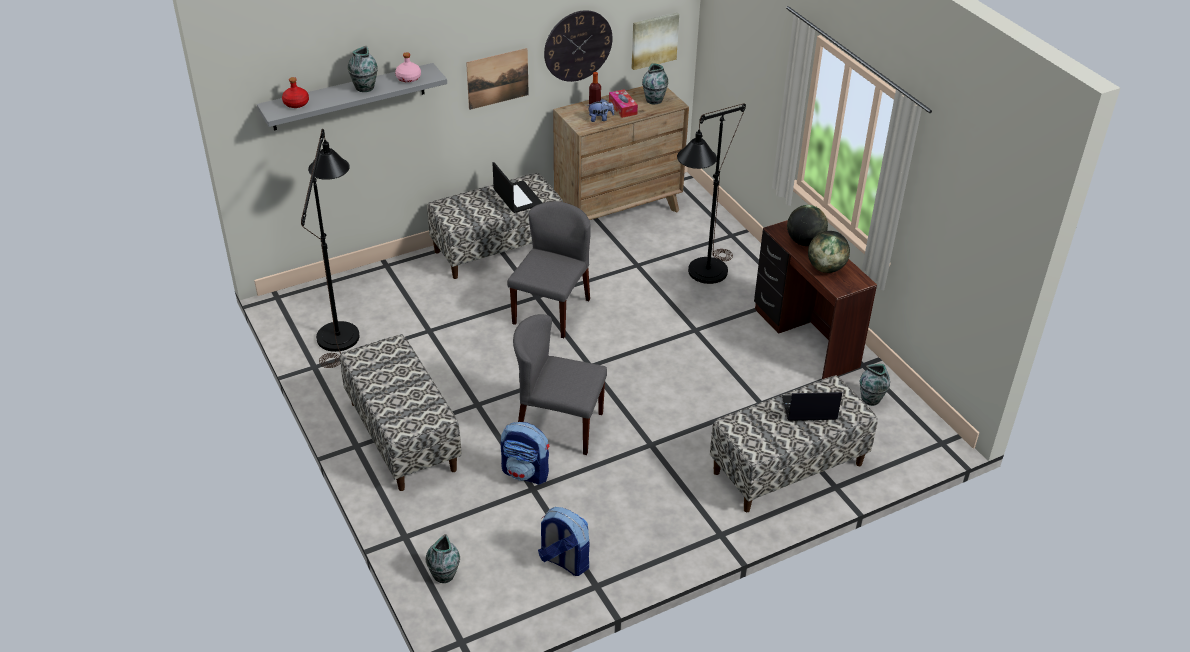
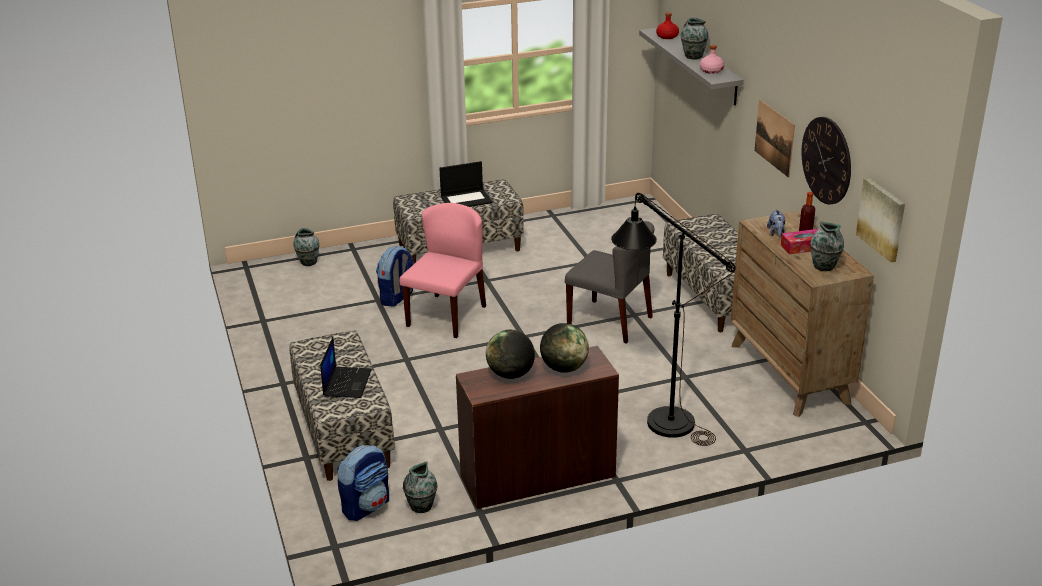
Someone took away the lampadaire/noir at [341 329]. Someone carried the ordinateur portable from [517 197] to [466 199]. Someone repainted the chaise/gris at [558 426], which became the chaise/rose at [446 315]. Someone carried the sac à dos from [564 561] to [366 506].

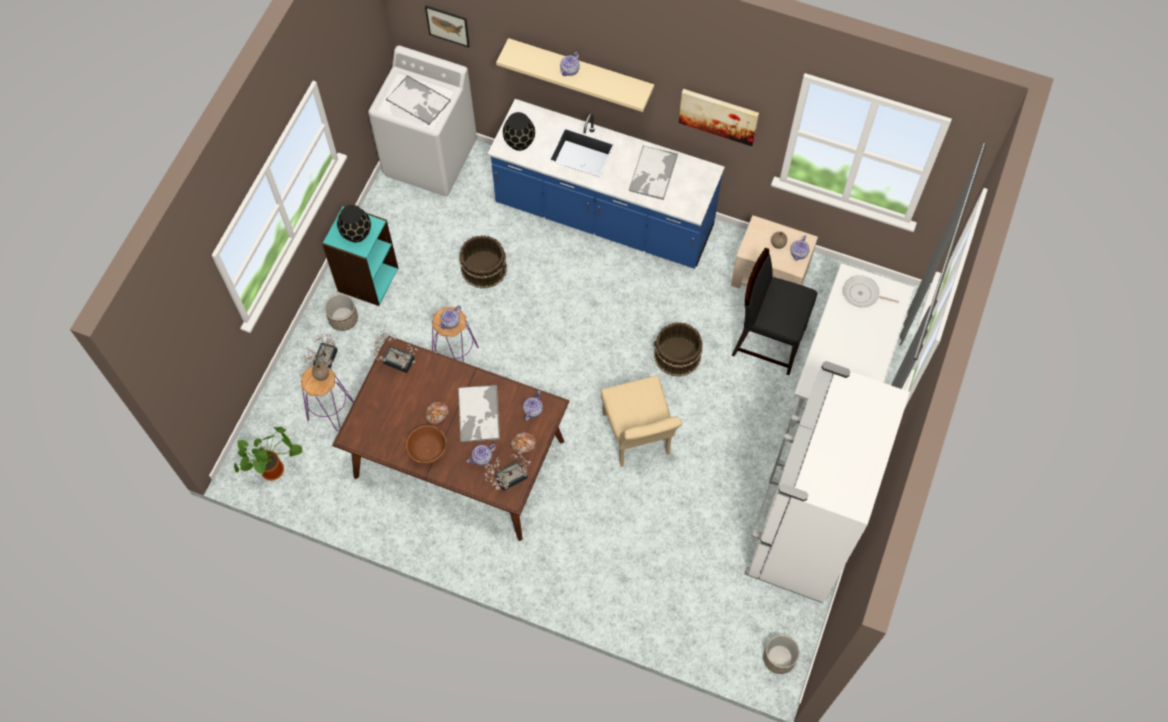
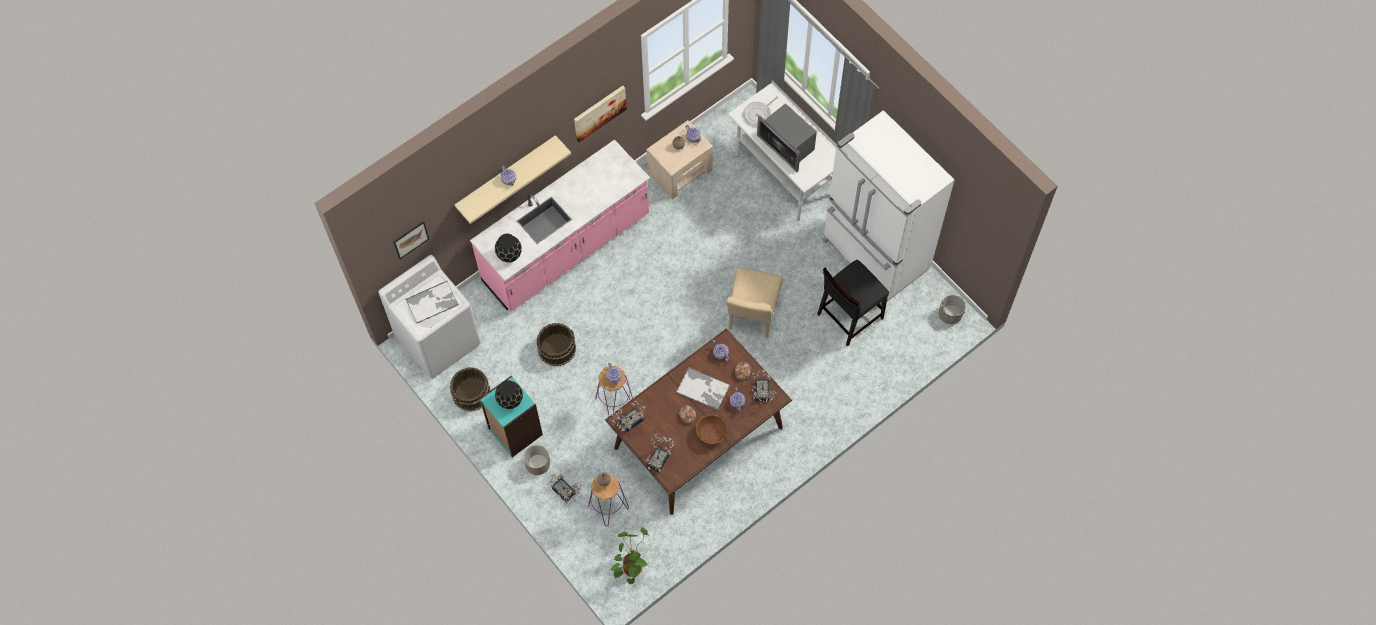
Someone repainted the comptoir de cuisine/bleu at [604 218], which became the comptoir de cuisine/rose at [567 250]. Someone rotated the chaise/beige at [638 439] by 90 degrees clockwise. Someone took away the plateau at [653 173]. Someone carried the seau/marron from [677 356] to [471 394]. Someone carried the chaise/noir from [768 340] to [849 316]. Someone put down the plante en pot at [660 458]. Someone put down the micro-ondes at [787 145].

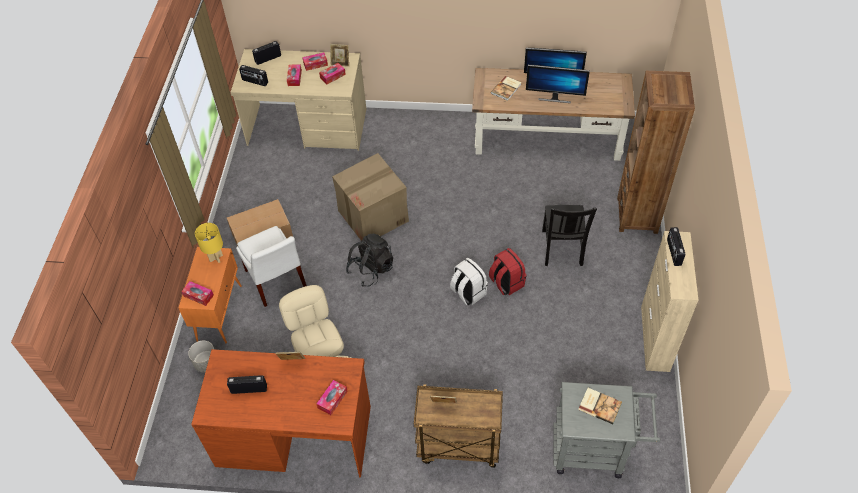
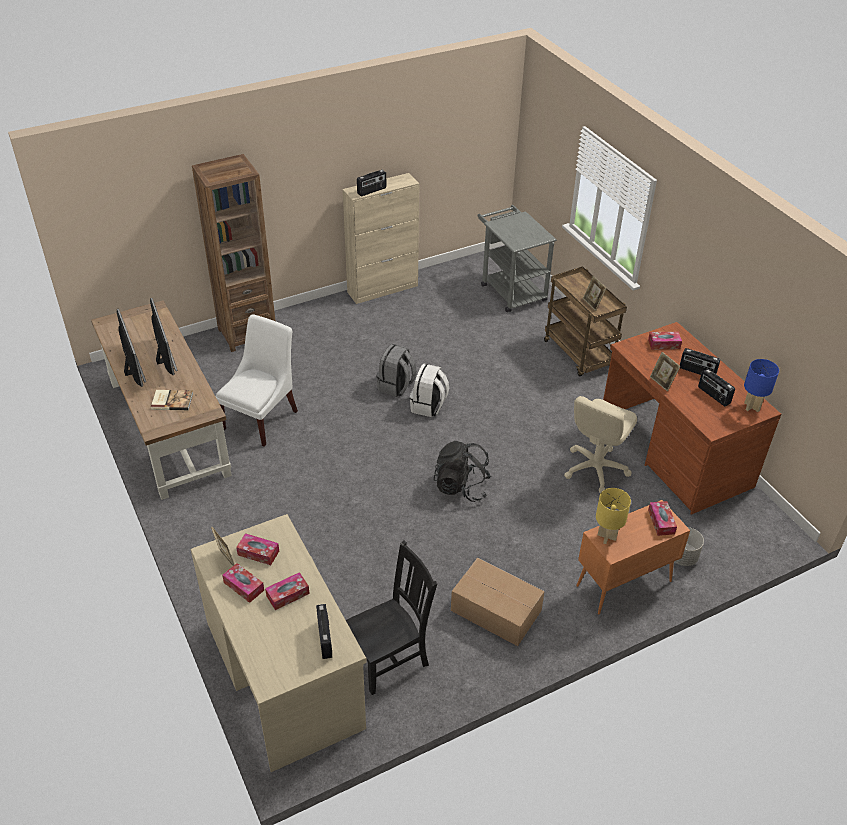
Someone carried the chaise/blanc from [276 281] to [262 418]. Someone carried the radio from [268 58] to [697 371]. Someone took away the carton at [373 215]. Someone repainted the sac à dos/rouge at [506 283], which became the sac à dos/gris at [396 386]. Someone carried the chaise/noir from [562 249] to [390 658]. Someone took away the livre at [599 405]. Someone put down the lampe de table/bleu at [752 407].

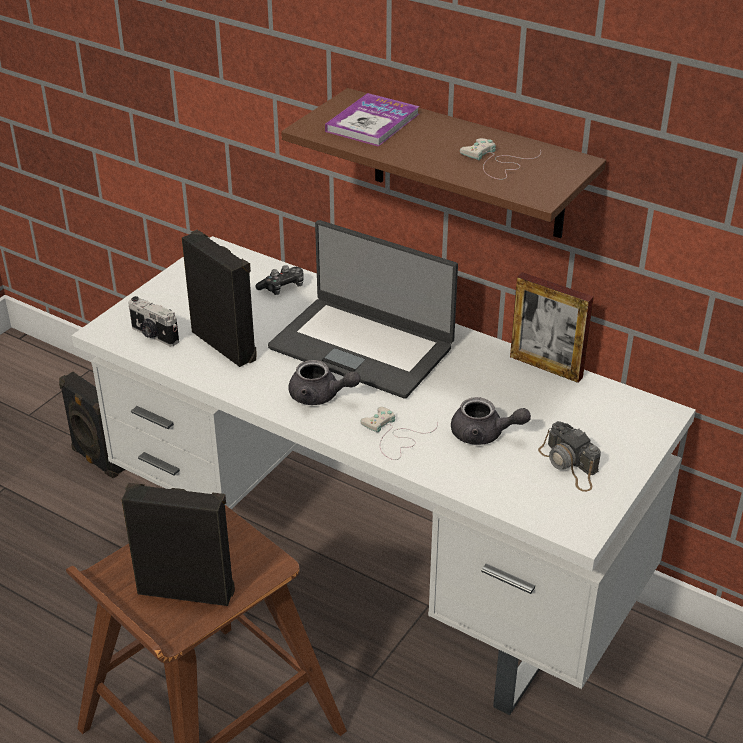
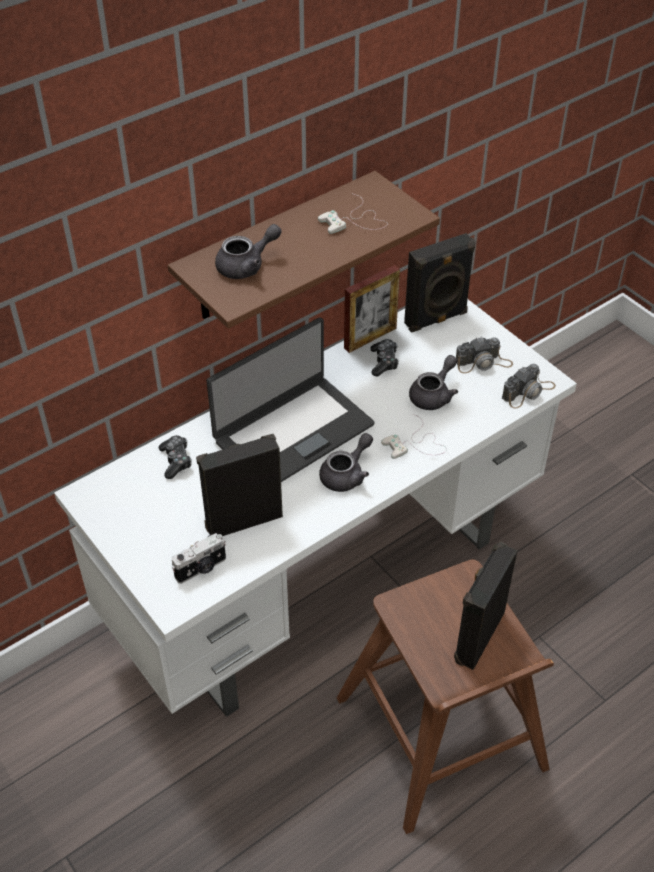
Someone carried the enceinte/noir from [97 460] to [436 319]. Someone swapped the livre at [372 122] for the théière/gris at [247 266]. Someone put down the manette at [384 362]. Someone put down the appareil photo at [528 392].

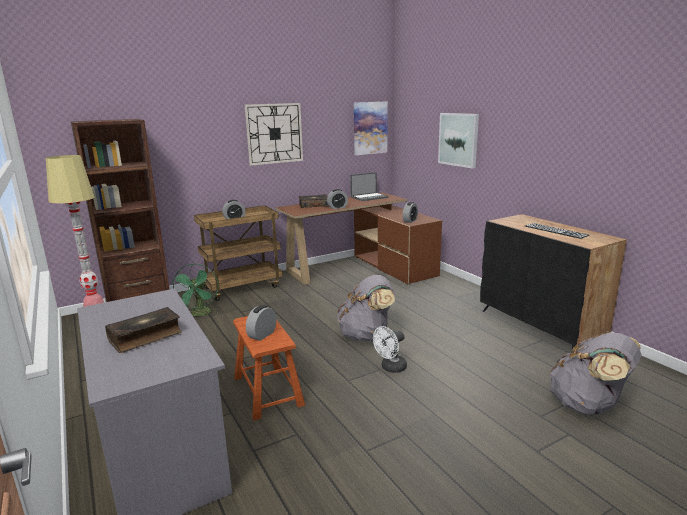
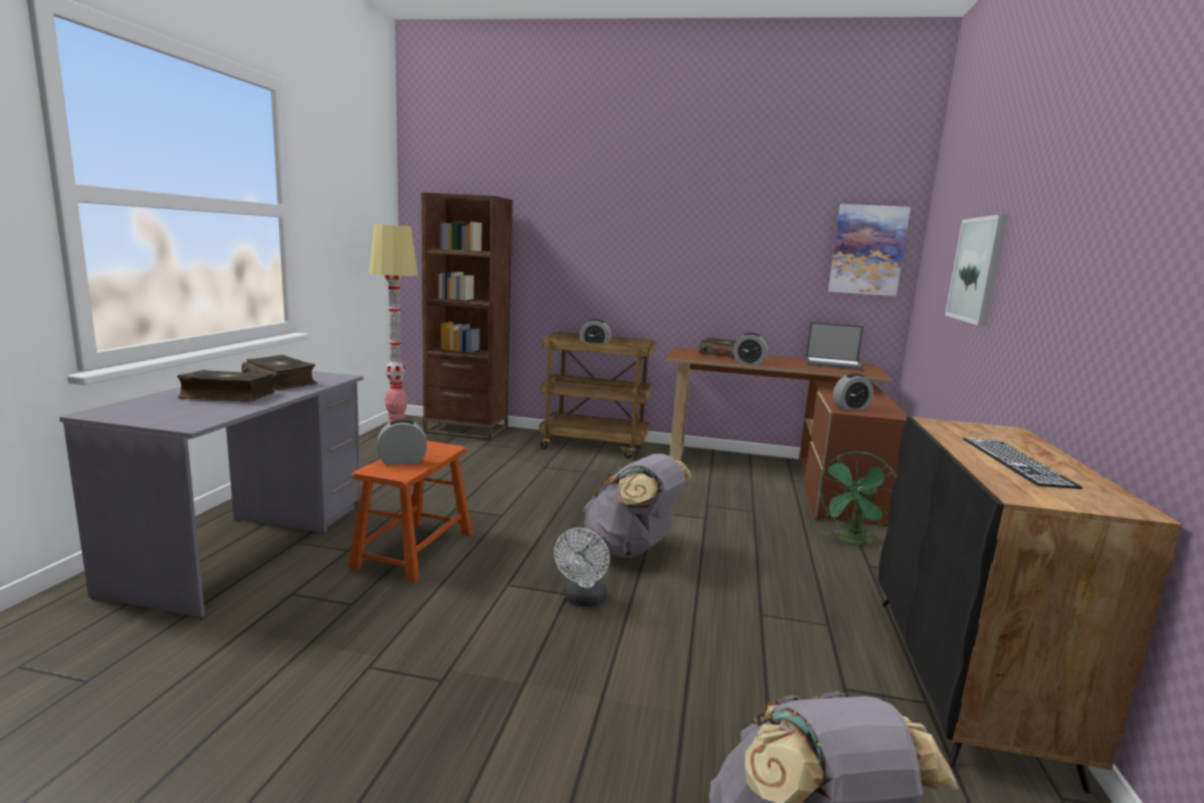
Someone carried the ventilateur/vert from [200 314] to [852 542]. Someone took away the horloge murale at [274 133]. Someone rotated the ventilateur/blanc at [390 368] by 75 degrees counterclockwise. Someone put down the livre at [281 381].

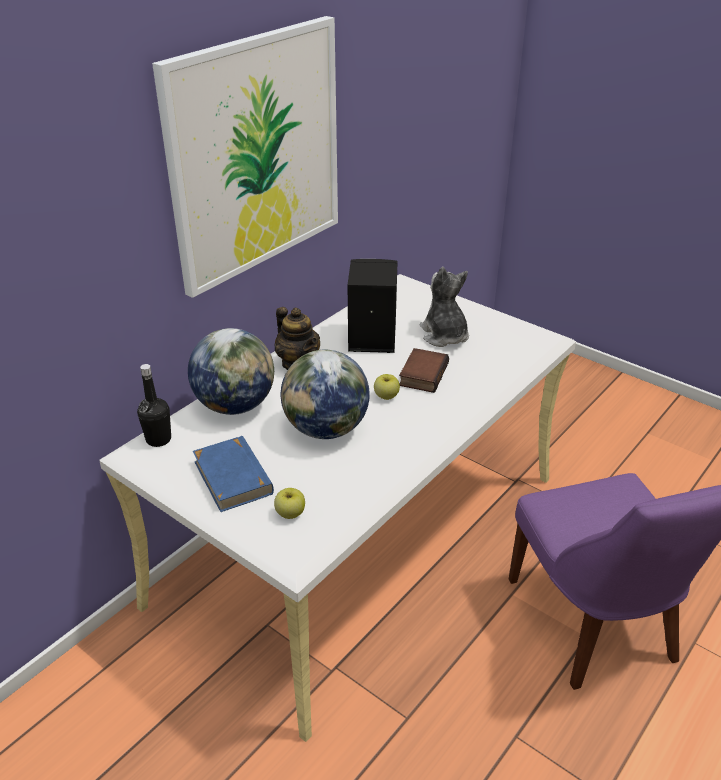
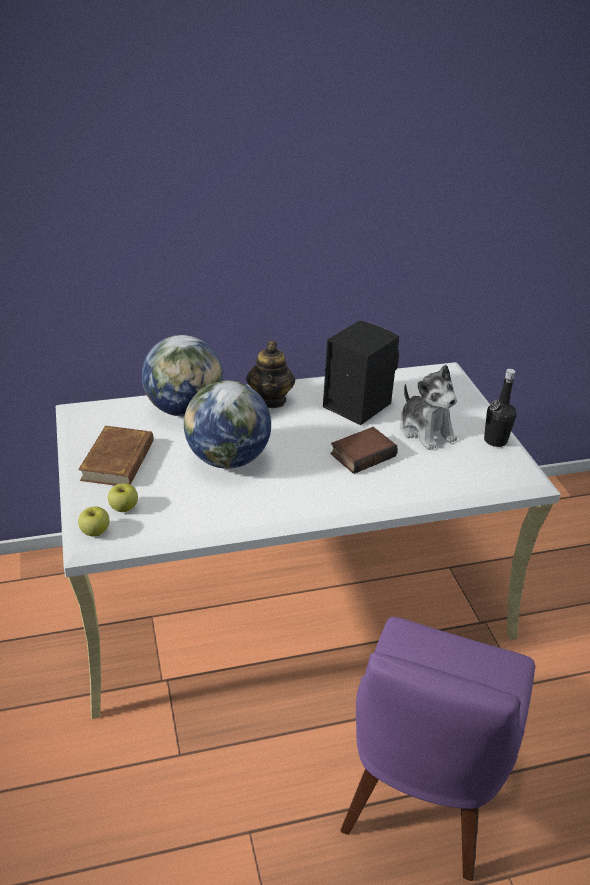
Someone carried the bouteille/noir from [158 439] to [495 440]. Someone took away the tableau at [256 154]. Someone repainted the livre/bleu at [233 477], which became the livre/marron at [118 461]. Someone carried the pomme from [386 396] to [95 531]. Someone rotated the peluche at [444 335] by 135 degrees clockwise.

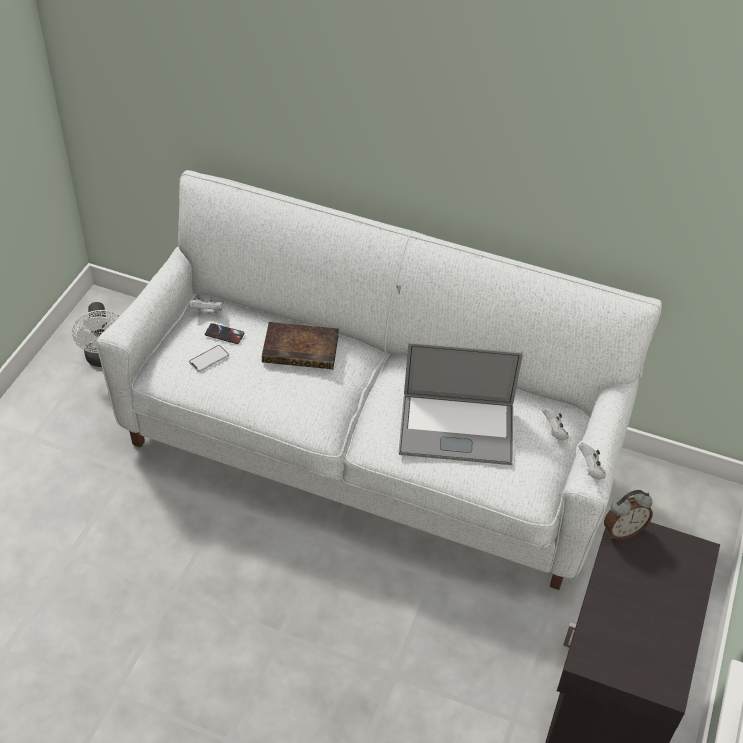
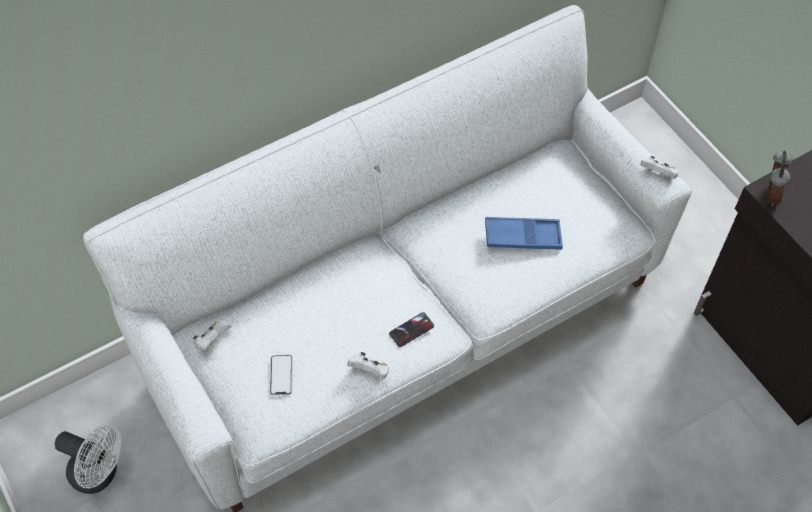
Someone carried the téléphone from [224 334] to [411 330]. Someone took away the livre at [302 349]. Someone swapped the ordinateur portable at [456 429] for the plateau/bleu at [522 237]. Someone carried the manette/blanc from [554 431] to [370 371].

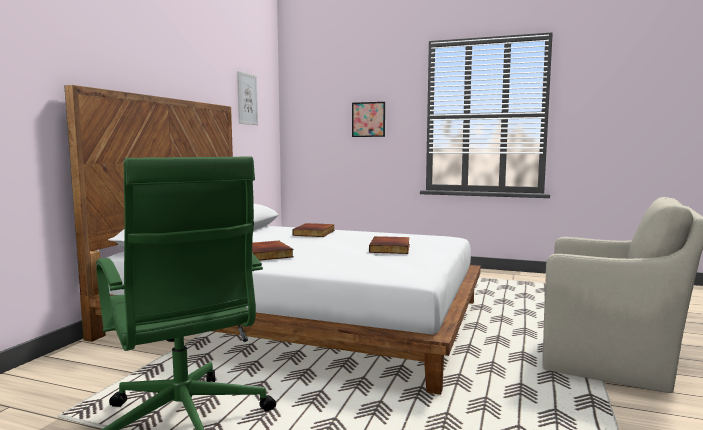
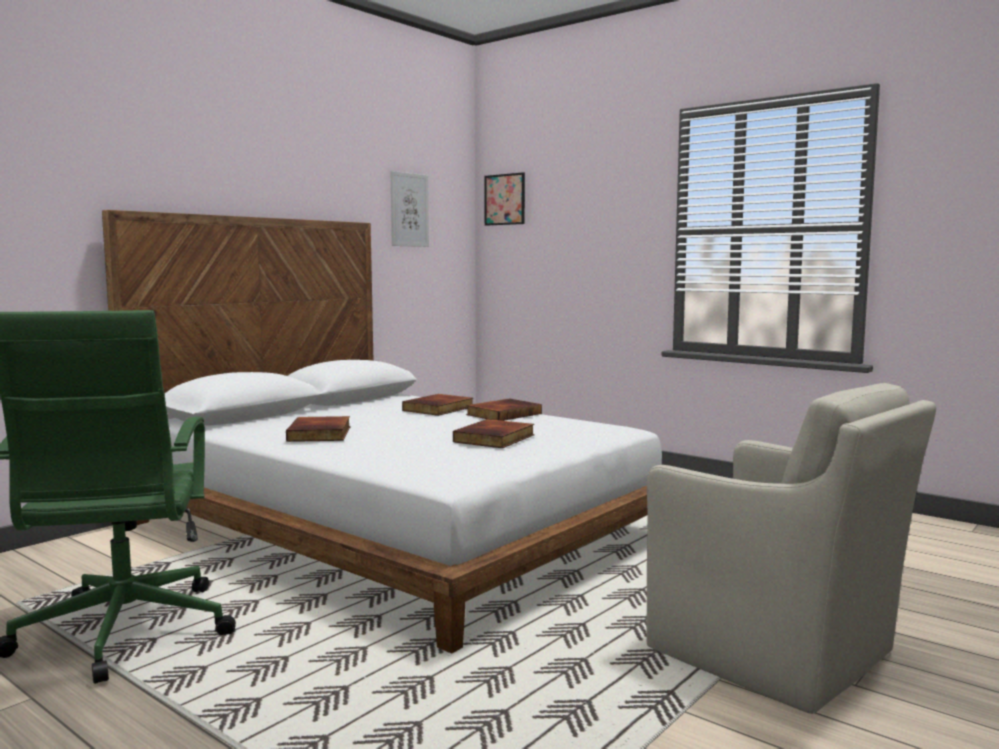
Someone carried the tableau from [368 119] to [505 199]. Someone put down the livre at [503 414].

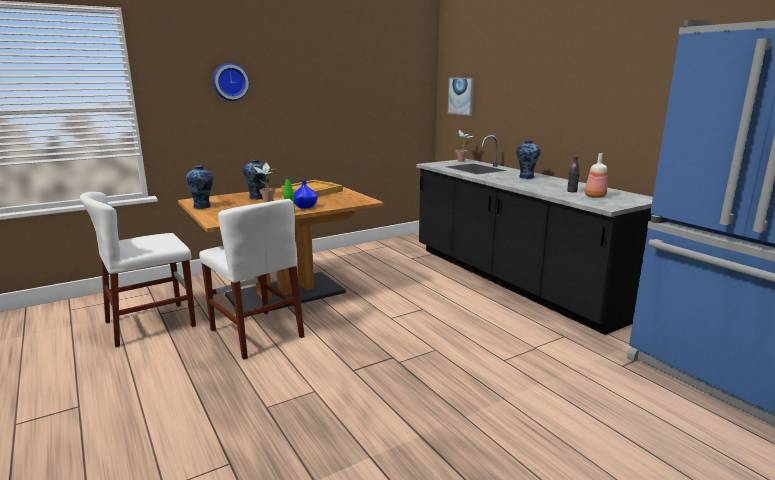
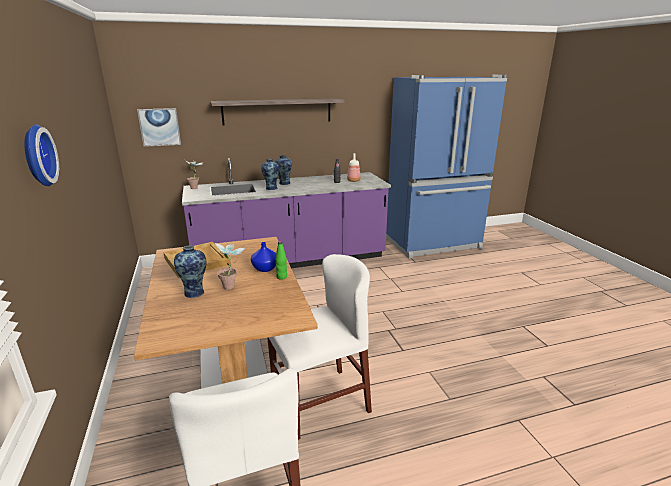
Someone carried the vase from [203 206] to [271 188]. Someone repainted the comptoir de cuisine/noir at [513 280], which became the comptoir de cuisine/violet at [291 261]. Someone put up the étagère at [277 111].

